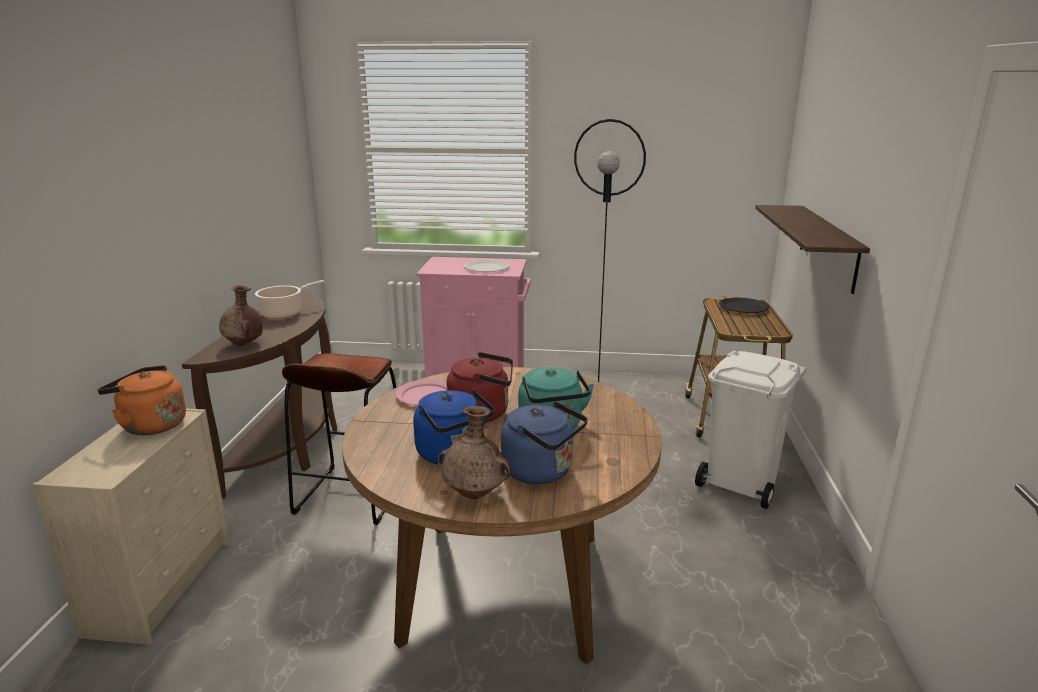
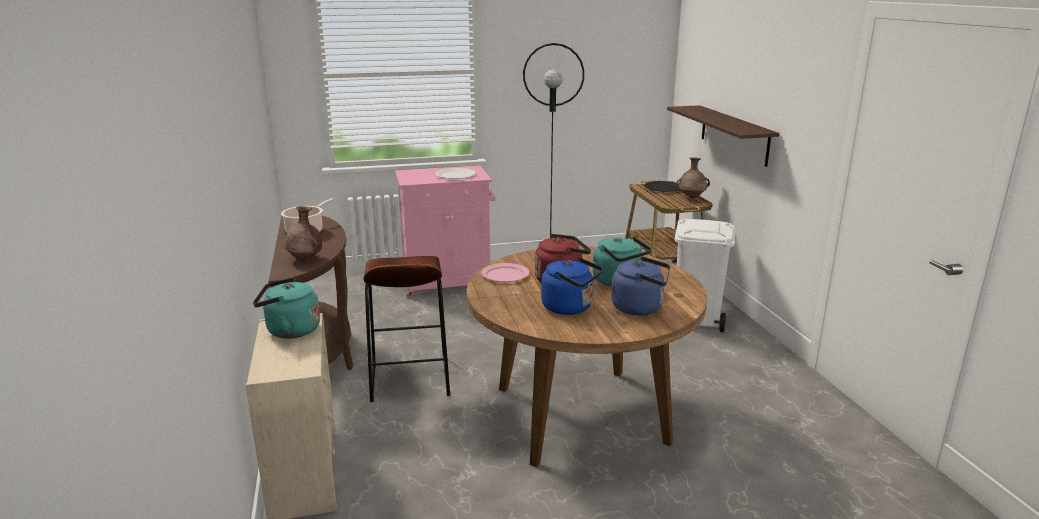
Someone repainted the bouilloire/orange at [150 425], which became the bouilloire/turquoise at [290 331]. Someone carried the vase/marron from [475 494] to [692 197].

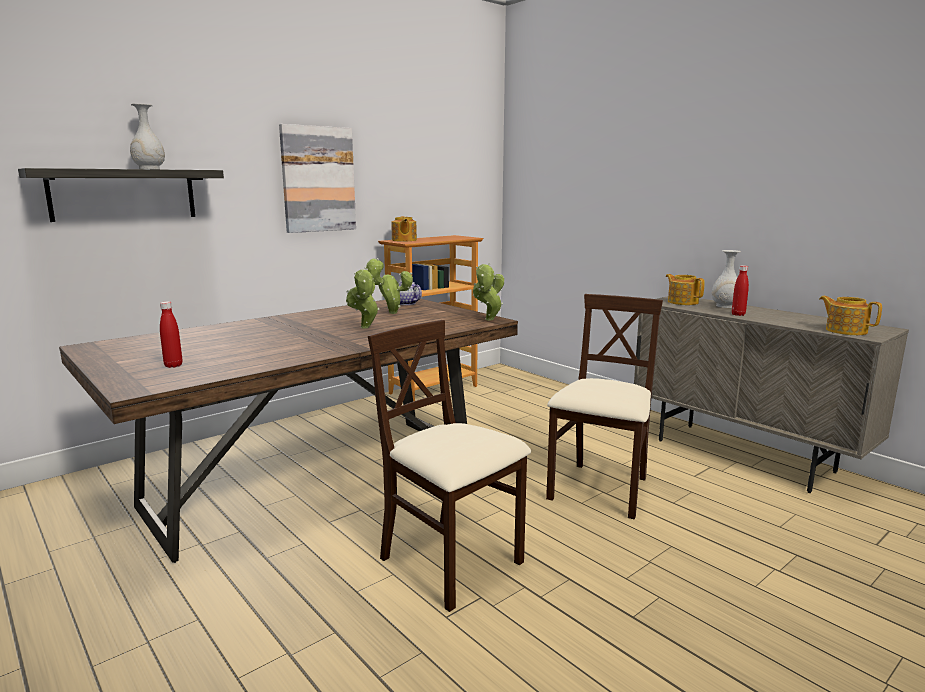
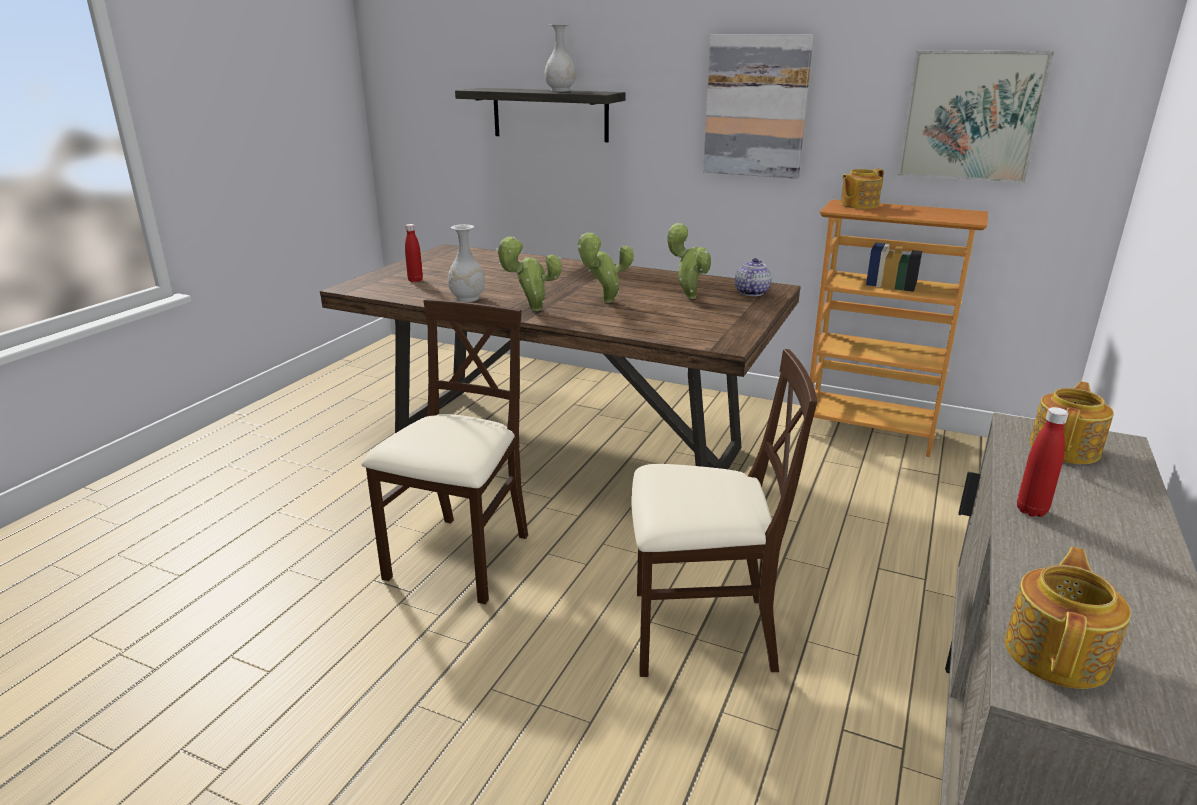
Someone carried the plante en pot from [488 320] to [532 310]. Someone carried the vase/blanc from [725 306] to [467 298]. Someone put up the tableau at [971 116].

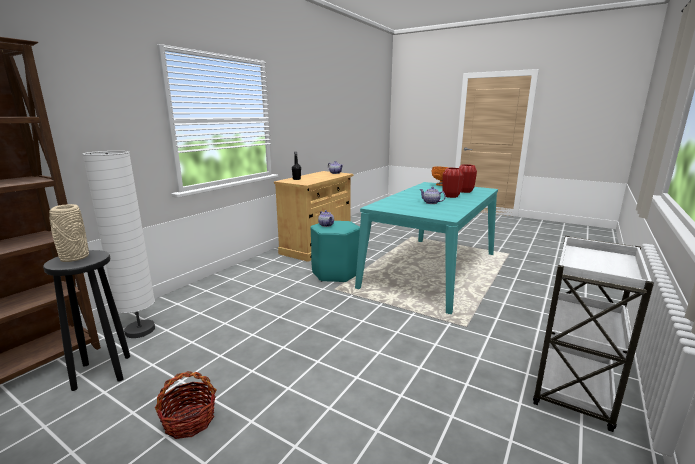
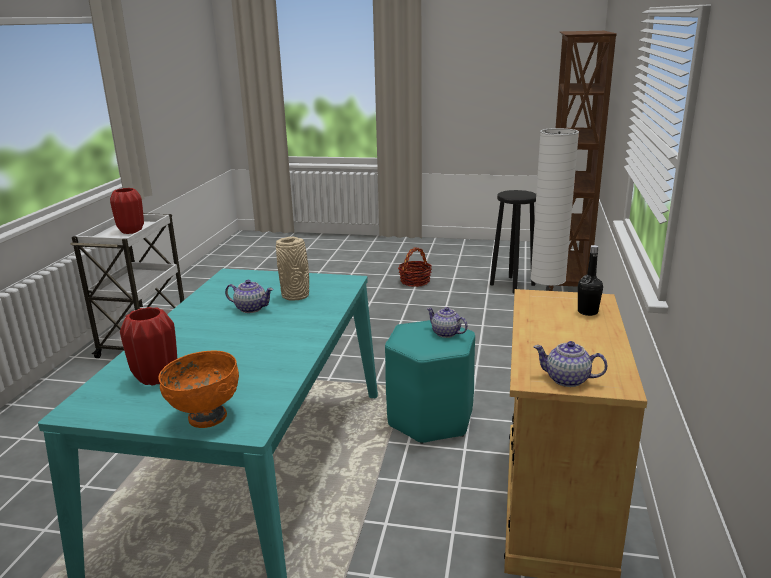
Someone carried the vase/beige from [74 258] to [296 296]. Someone carried the vase/rouge from [451 196] to [131 231].

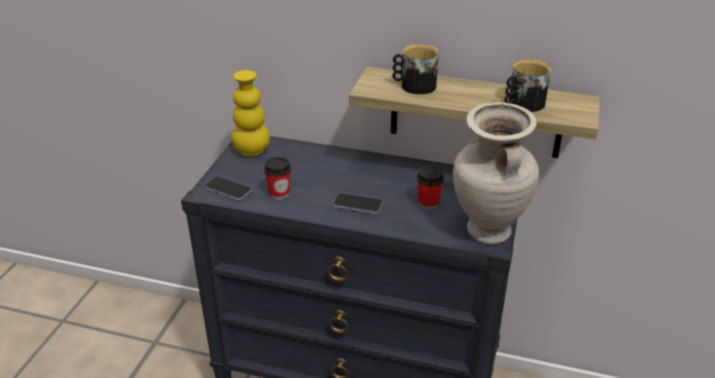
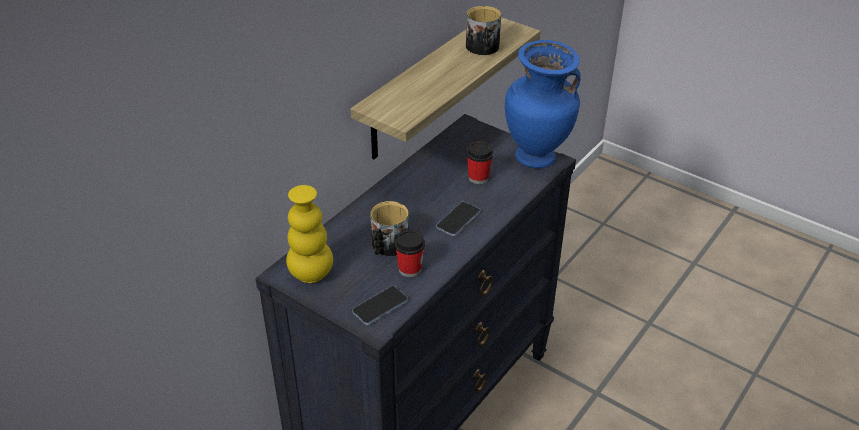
Someone carried the mug from [414 86] to [387 246]. Someone repainted the vase/beige at [487 232], which became the vase/bleu at [535 159].

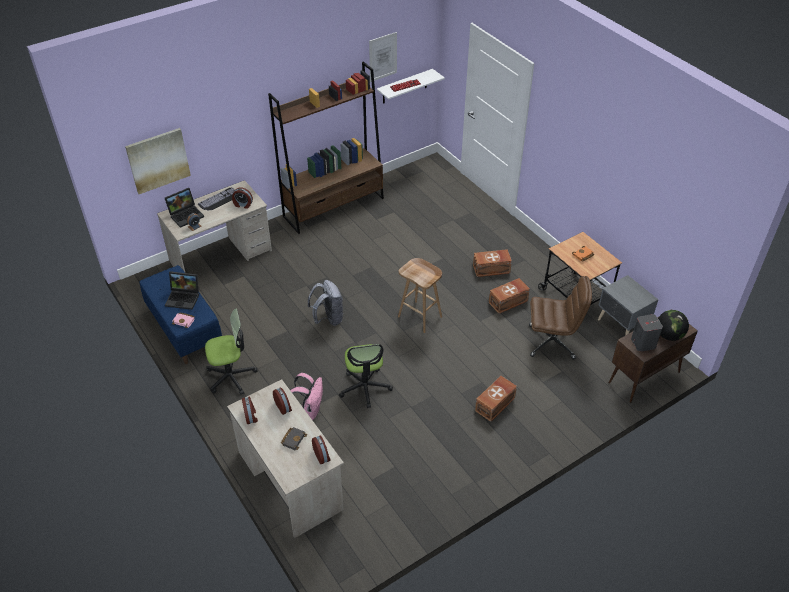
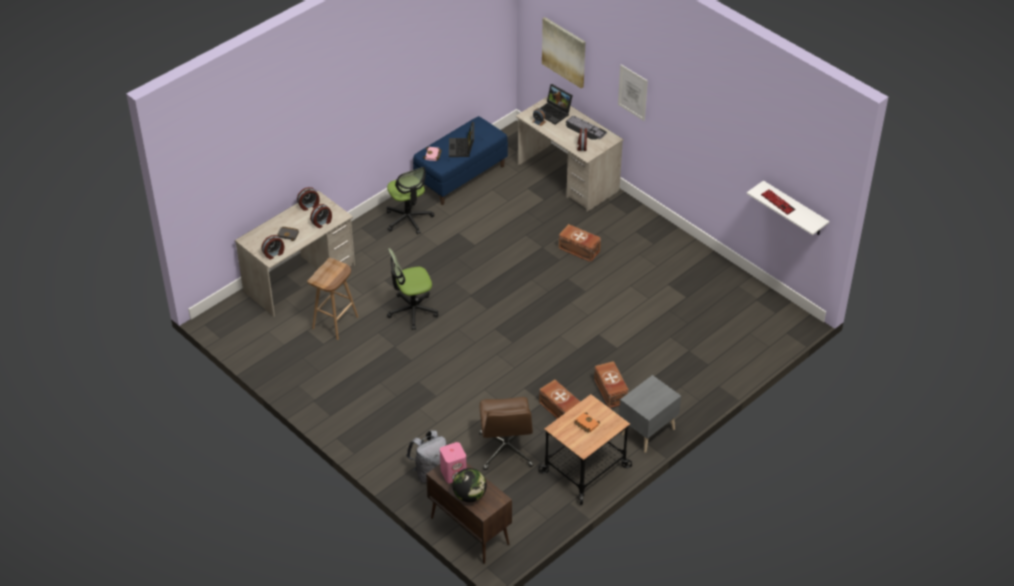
Someone took away the bibliothèque/marron at [334 207]. Someone took away the sac à dos/rose at [309 411]. Someone carried the sac à dos/gris from [328 318] to [430 472]. Someone carried the tableau from [383 57] to [633 92]. Someone carried the tabouret/marron from [420 317] to [335 323]. Someone carried the boîte de rangement/marron from [495 404] to [579 250]. Someone carried the table de chevet/gris from [621 326] to [646 431]. Someone repainted the enceinte/gris at [643 343], which became the enceinte/rose at [454 473].

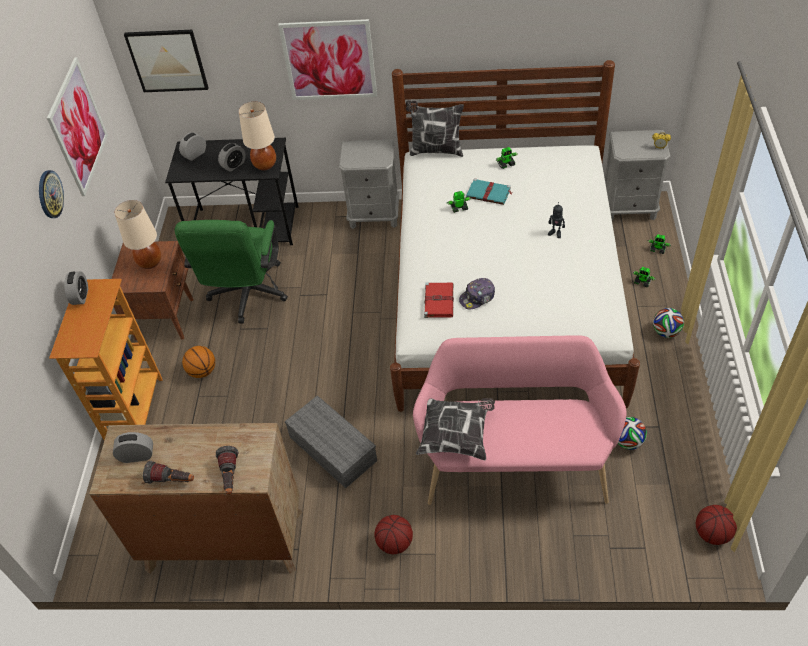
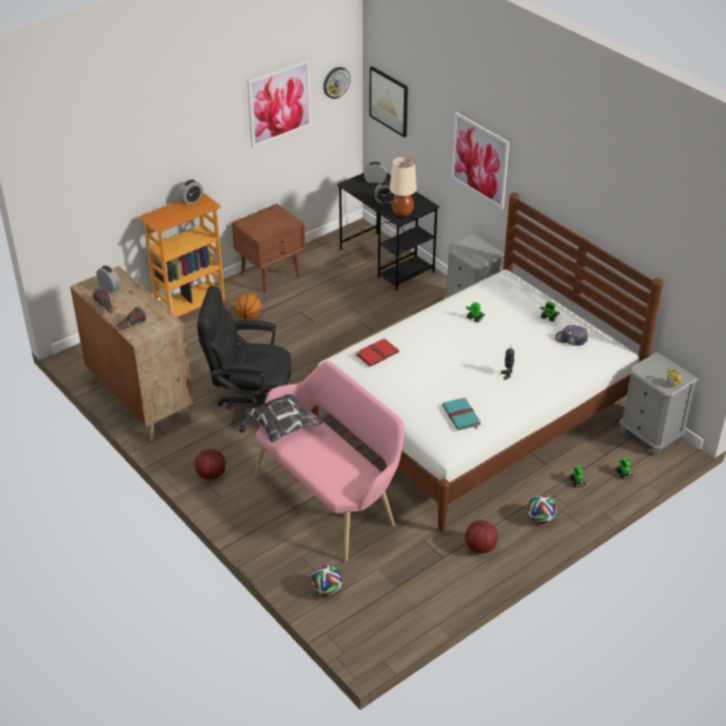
Someone carried the horloge murale from [50 194] to [336 82]. Someone took away the lampe de table/beige at [150 262]. Someone took away the chaise de bureau/vert at [247 297]. Someone swapped the boîte de rangement/gris at [331 448] for the chaise de bureau/noir at [251 406]. Someone took away the coussin at [435 150]. Someone carried the casquette from [477 297] to [571 339]. Someone carried the livre/turquoise from [489 193] to [461 416]. Someone carried the ballon de foot from [628 442] to [327 590]. Someone carried the ballon de basket from [712 533] to [480 548].

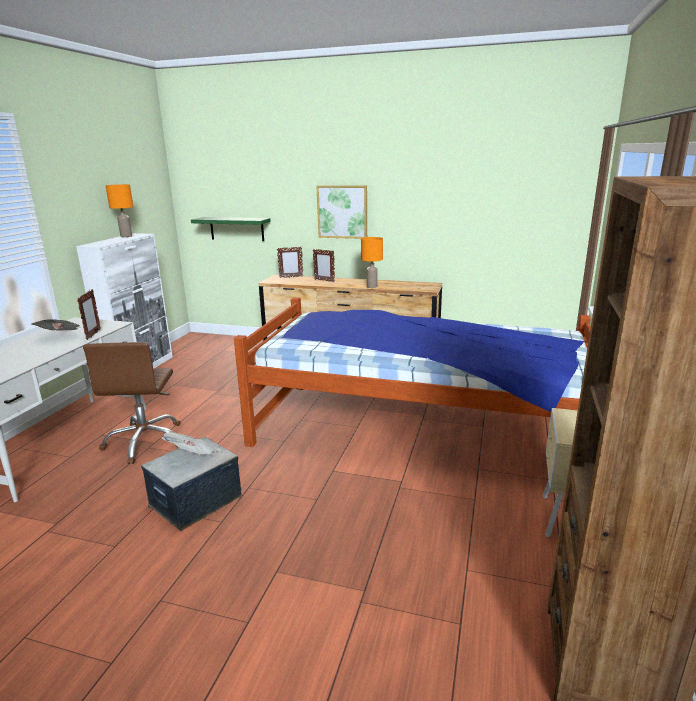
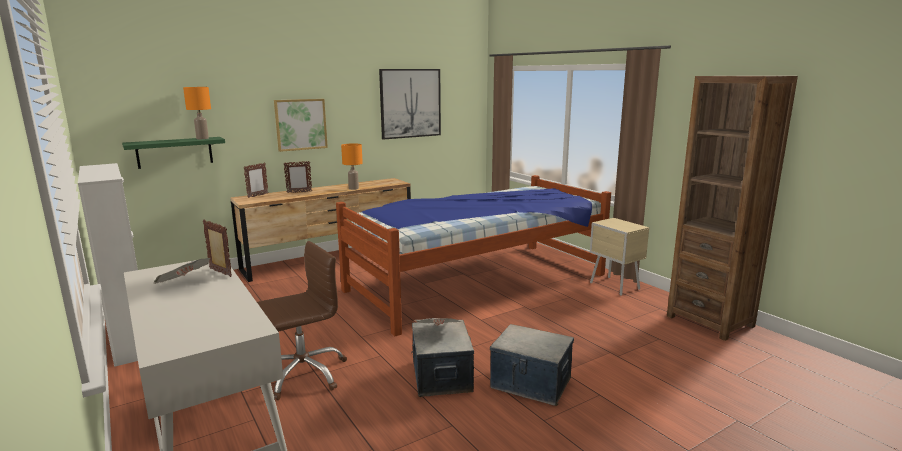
Someone rotated the chaise de bureau/marron at [145 441] by 75 degrees counterclockwise. Someone carried the lampe de table/orange from [126 236] to [202 138]. Someone put up the tableau at [410 103]. Someone put down the boîte de rangement at [530 383].

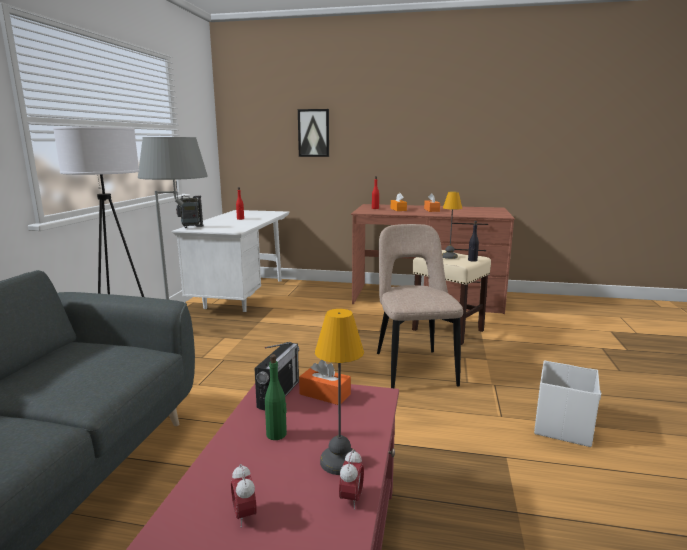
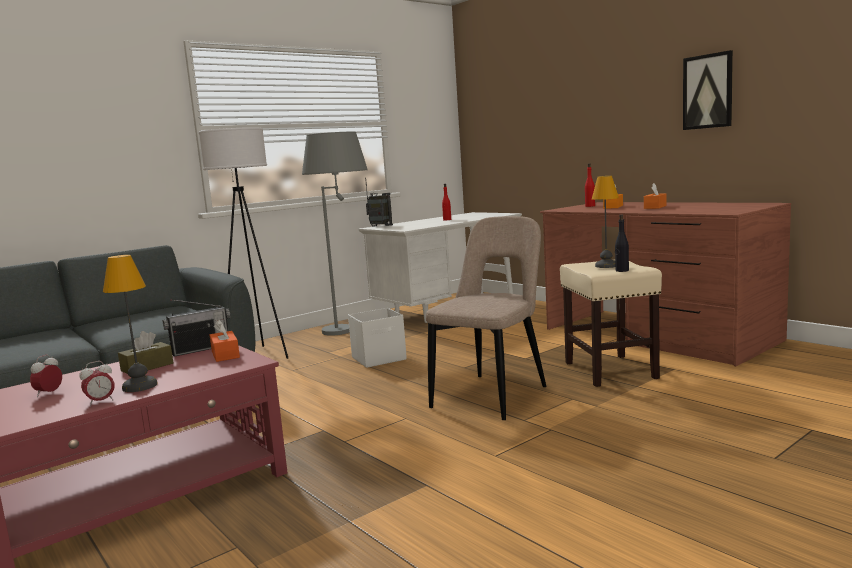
Someone swapped the bouteille/vert at [276 434] for the boîte à mouchoirs/marron at [147 367]. Someone carried the tableau from [313 133] to [708 91]. Someone carried the boîte de rangement/blanc from [563 426] to [379 358].

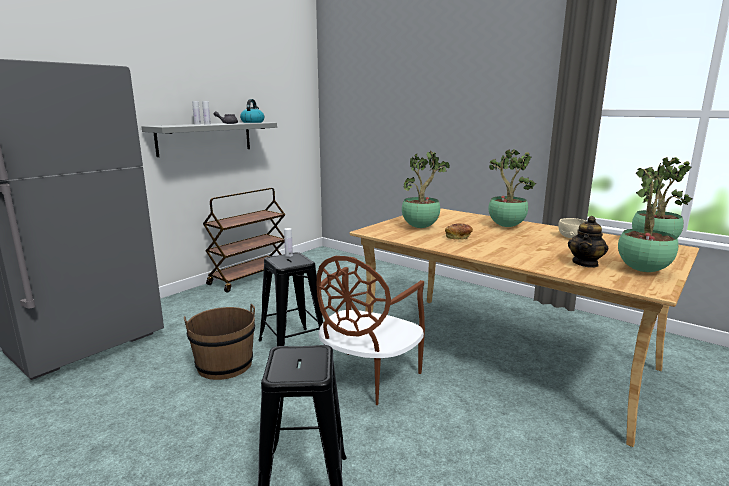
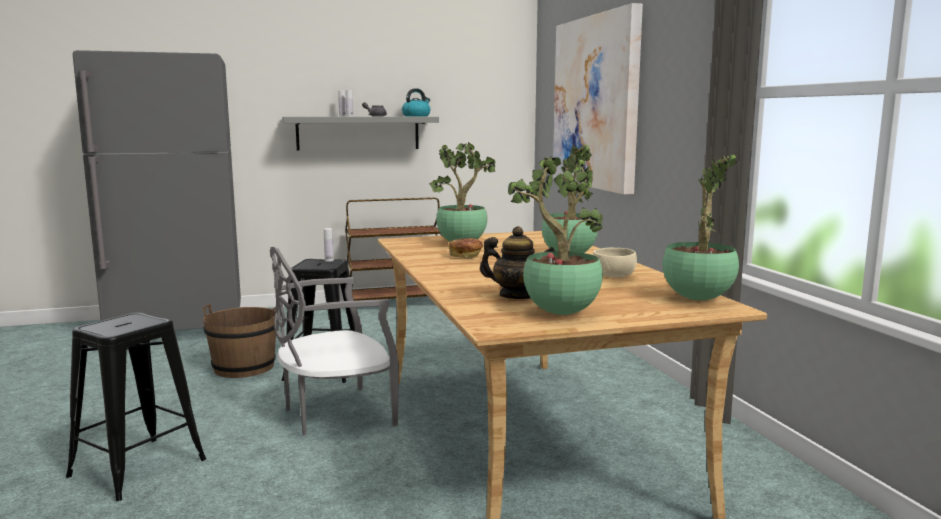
Someone repainted the chaise/marron at [367 379], which became the chaise/gris at [335 414]. Someone rotated the théière at [585 263] by 135 degrees counterclockwise. Someone put up the tableau at [596 102].

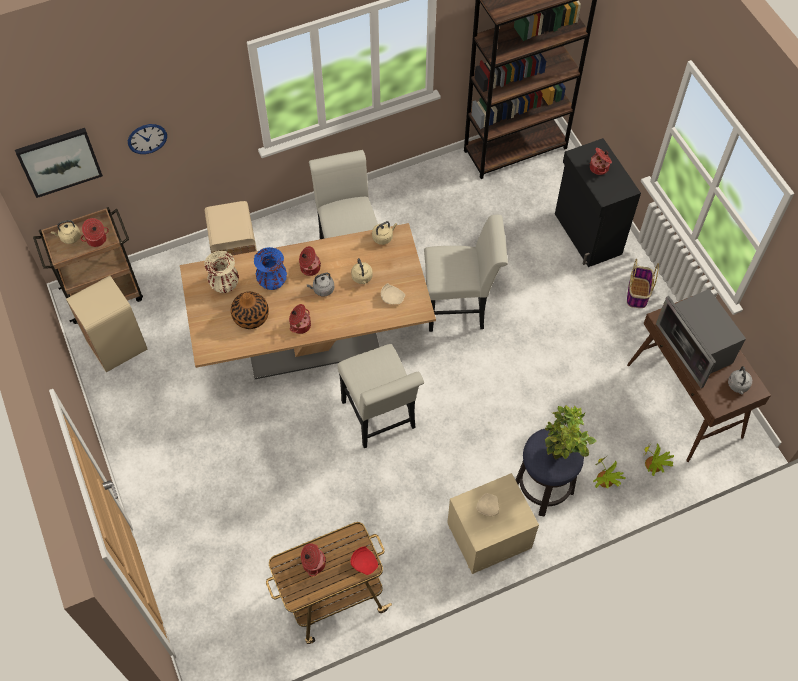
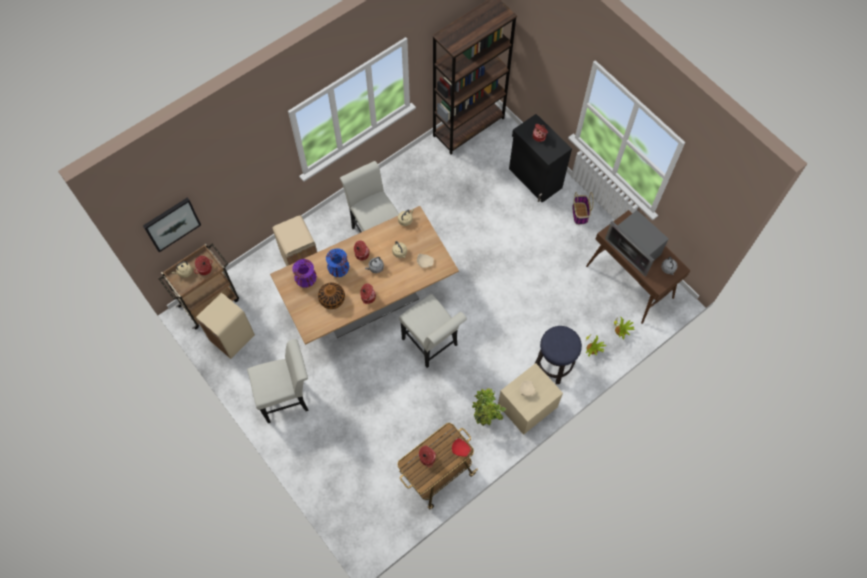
Someone took away the horloge murale at [147 138]. Someone repainted the vase/beige at [225 285], which became the vase/violet at [306 280]. Someone carried the chaise/blanc from [460 307] to [287 397]. Someone carried the plante en pot from [561 454] to [485 417].

